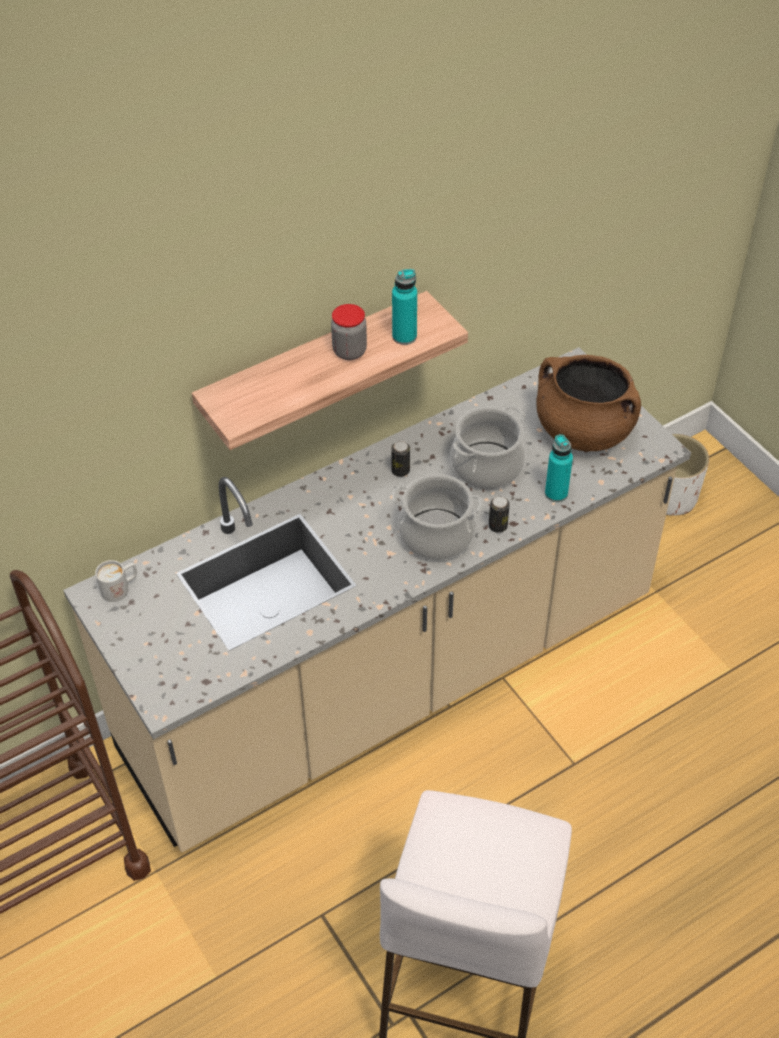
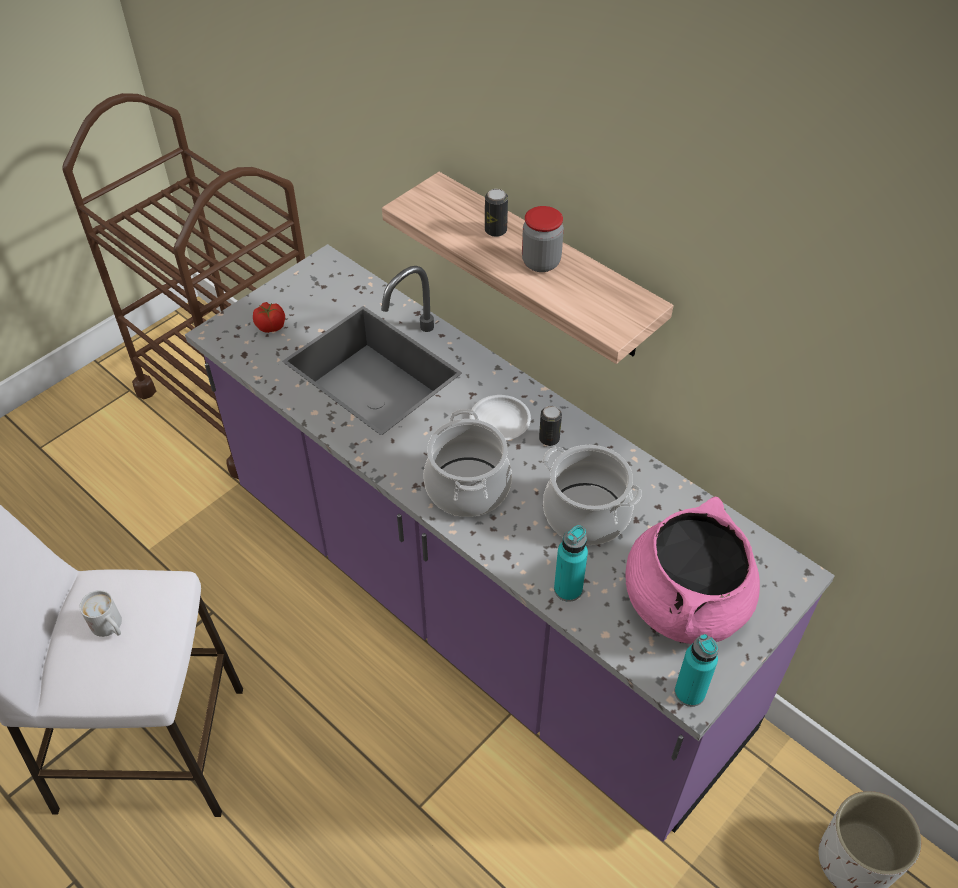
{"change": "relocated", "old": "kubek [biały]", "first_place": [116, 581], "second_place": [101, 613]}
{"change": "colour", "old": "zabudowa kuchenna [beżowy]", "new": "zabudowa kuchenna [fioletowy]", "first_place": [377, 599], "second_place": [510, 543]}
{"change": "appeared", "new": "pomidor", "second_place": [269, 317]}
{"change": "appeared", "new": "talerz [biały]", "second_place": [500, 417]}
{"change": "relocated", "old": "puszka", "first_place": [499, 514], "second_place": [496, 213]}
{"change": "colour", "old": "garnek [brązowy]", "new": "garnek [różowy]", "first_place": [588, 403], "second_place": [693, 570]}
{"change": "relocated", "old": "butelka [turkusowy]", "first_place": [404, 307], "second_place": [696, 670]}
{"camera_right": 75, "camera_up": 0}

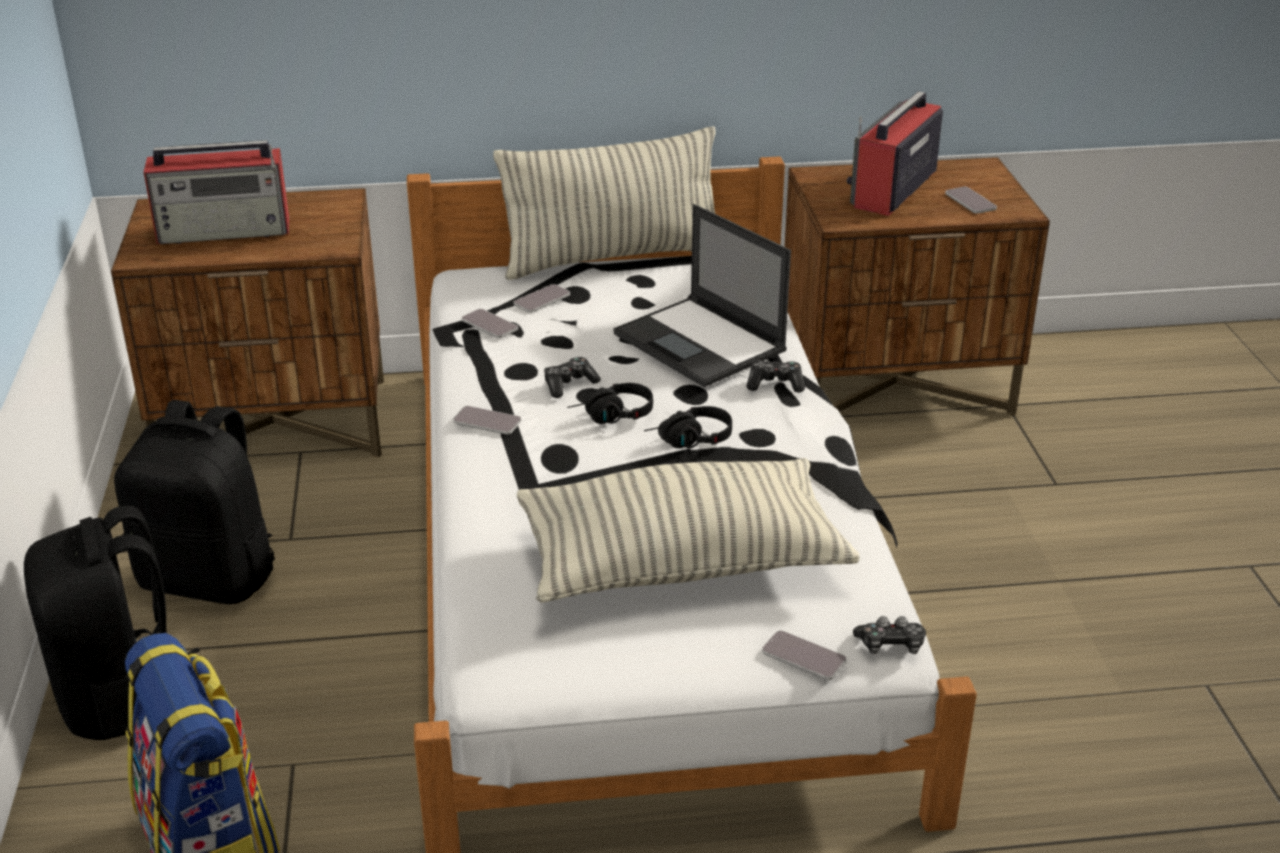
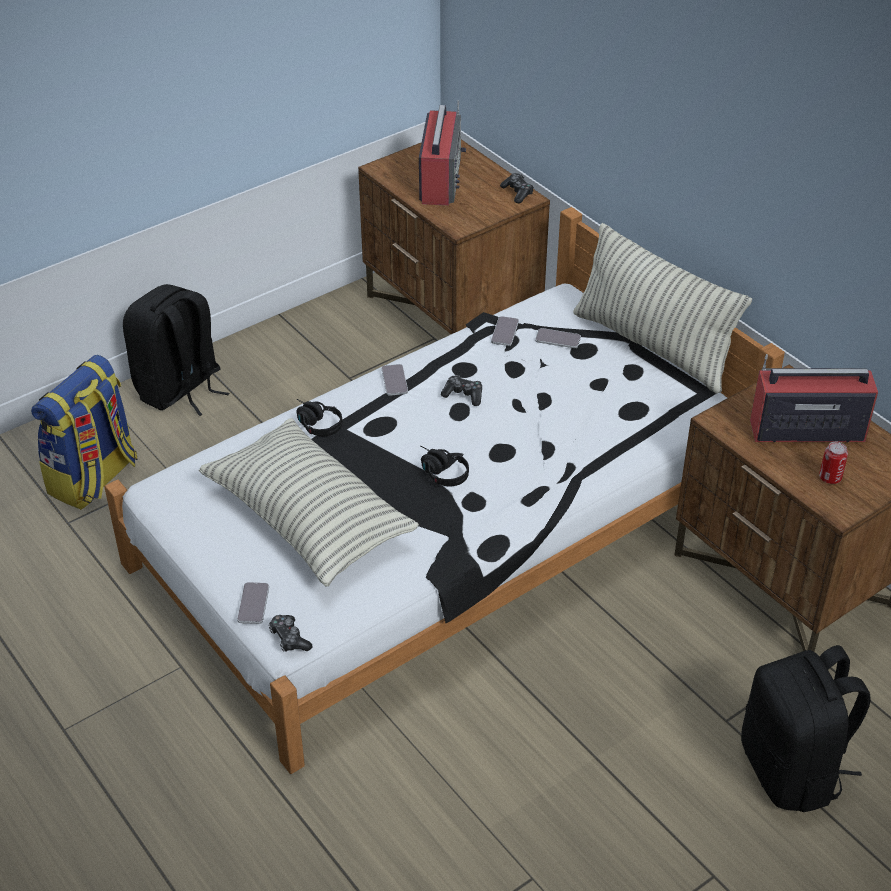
{"change": "relocated", "old": "słuchawki [czarny]", "first_place": [610, 403], "second_place": [319, 417]}
{"change": "spun", "old": "radio", "first_place": [216, 192], "second_place": [442, 153], "degrees": -135}
{"change": "relocated", "old": "pad do gier", "first_place": [776, 376], "second_place": [517, 188]}
{"change": "relocated", "old": "plecak [czarny]", "first_place": [194, 502], "second_place": [806, 728]}
{"change": "exchanged", "old": "telefon", "new": "puszka", "first_place": [971, 200], "second_place": [833, 463]}
{"change": "missing", "old": "laptop", "first_place": [702, 295]}
{"camera_right": 60, "camera_up": 10}

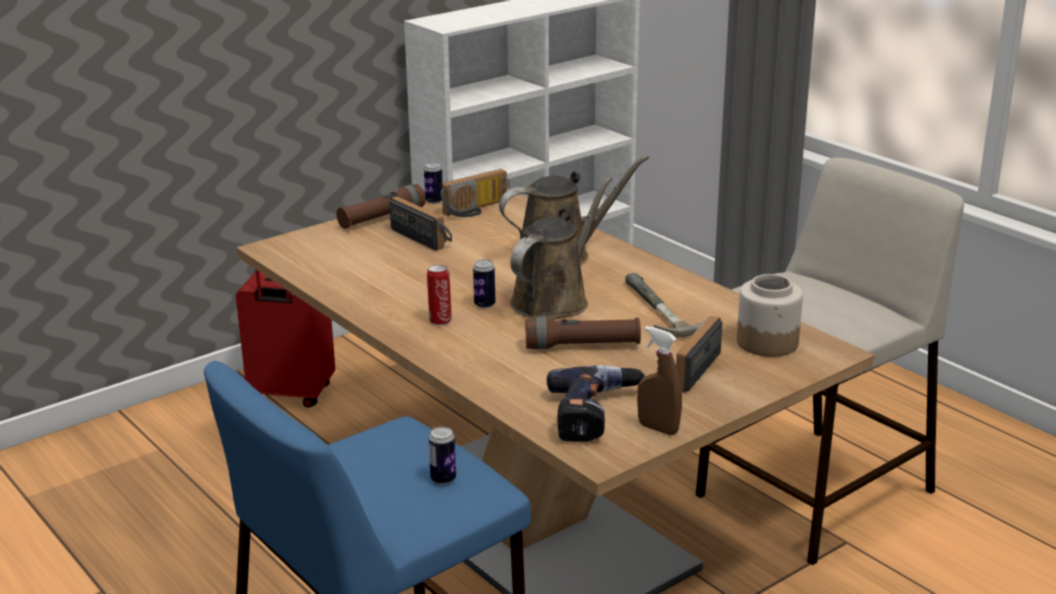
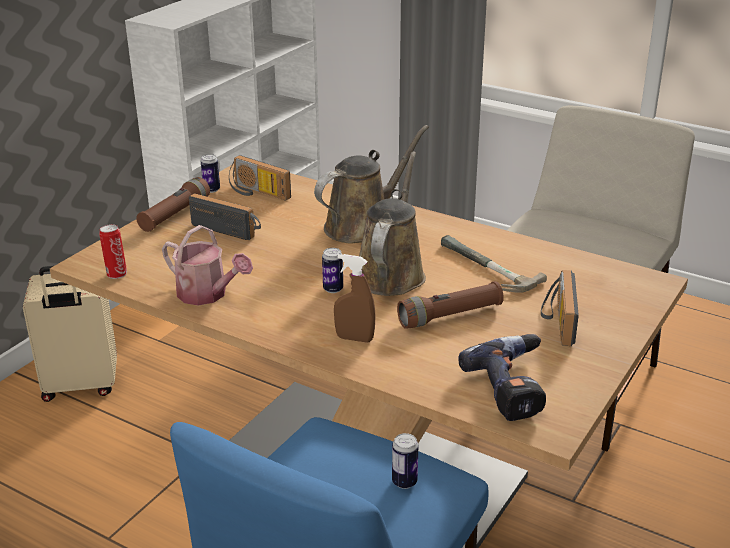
{"change": "colour", "old": "walizka [czerwony]", "new": "walizka [beżowy]", "first_place": [285, 338], "second_place": [70, 334]}
{"change": "relocated", "old": "puszka", "first_place": [439, 295], "second_place": [113, 251]}
{"change": "appeared", "new": "konewka", "second_place": [207, 265]}
{"change": "spun", "old": "radio", "first_place": [474, 193], "second_place": [260, 178], "degrees": 90}
{"change": "relocated", "old": "spryskiwacz [brązowy]", "first_place": [659, 380], "second_place": [355, 298]}
{"change": "missing", "old": "słoik", "first_place": [770, 315]}
{"camera_right": -20, "camera_up": 5}

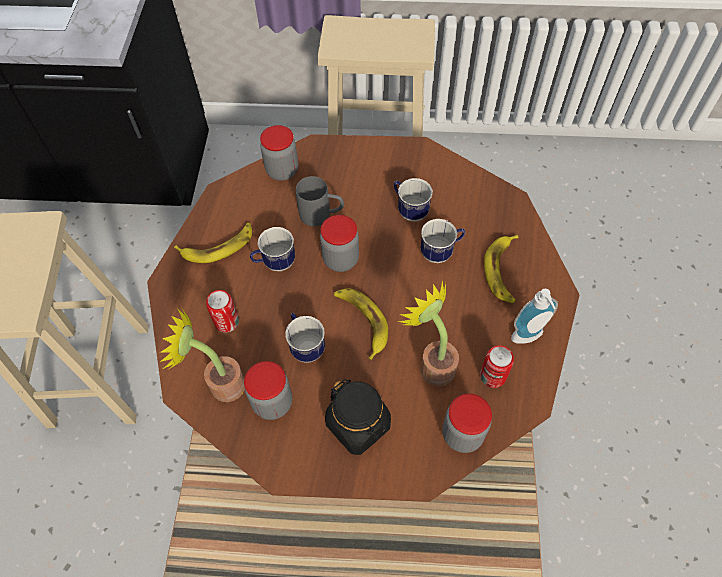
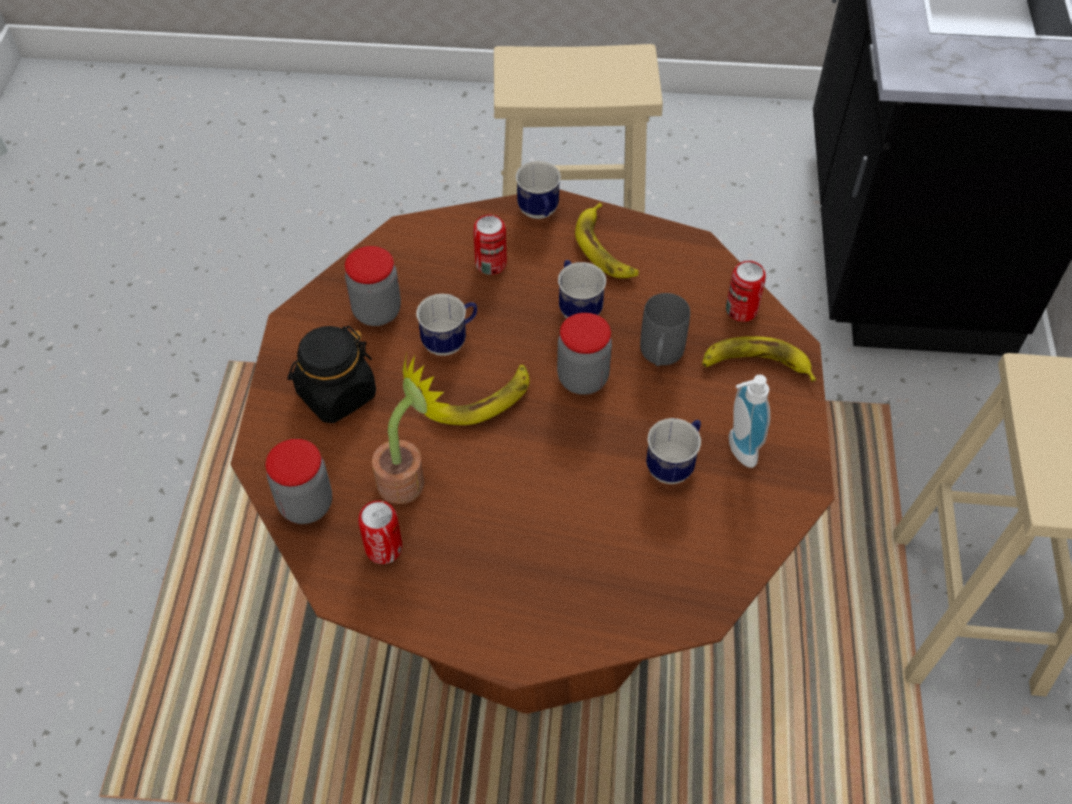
{"change": "relocated", "old": "kubek", "first_place": [443, 241], "second_place": [538, 190]}
{"change": "relocated", "old": "banan", "first_place": [501, 269], "second_place": [759, 359]}
{"change": "exchanged", "old": "słoik", "new": "puszka", "first_place": [279, 153], "second_place": [746, 291]}
{"change": "relocated", "old": "dozownik mydła", "first_place": [534, 316], "second_place": [749, 421]}
{"change": "missing", "old": "roślina doniczkowa", "first_place": [202, 355]}
{"camera_right": 90, "camera_up": -5}

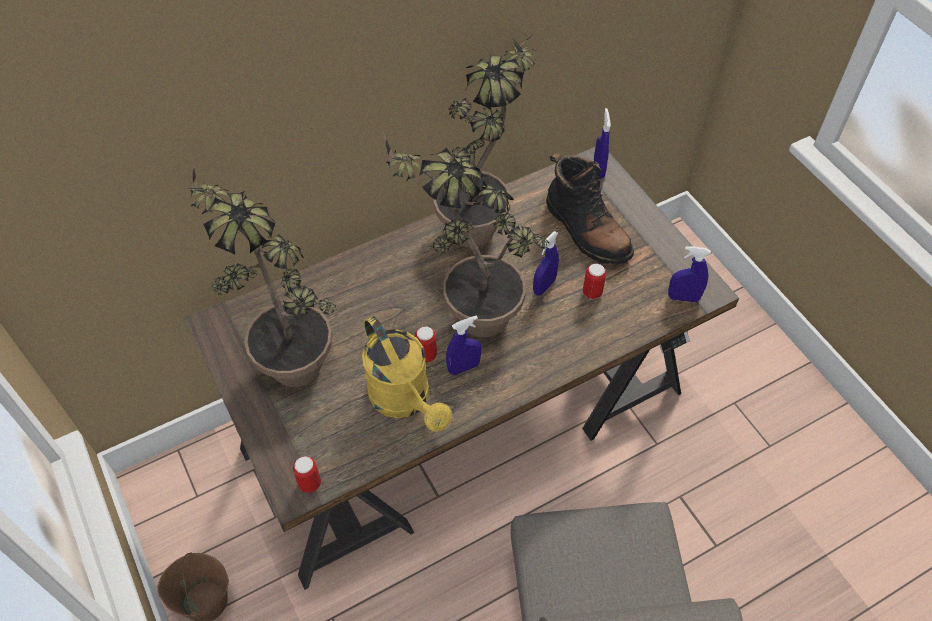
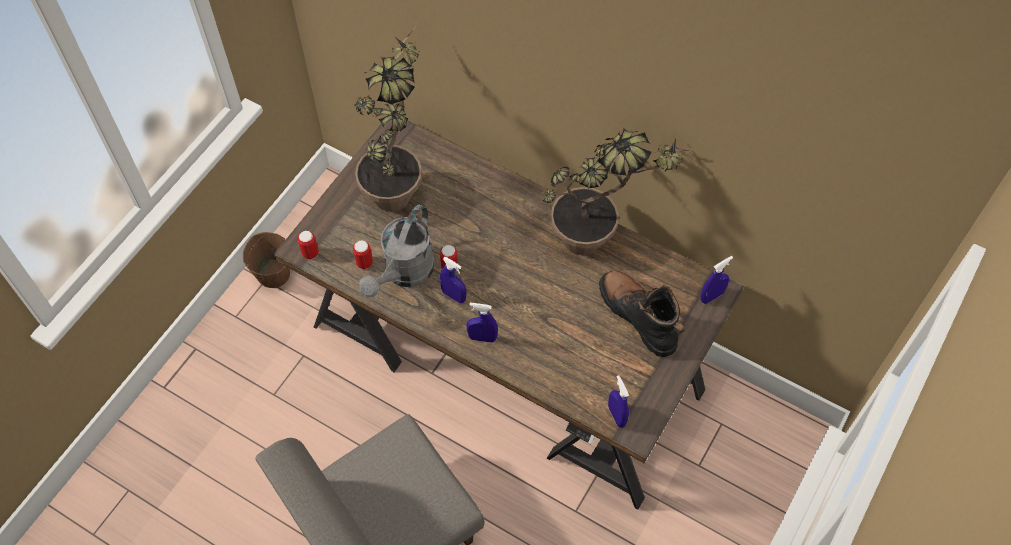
{"change": "relocated", "old": "puszka", "first_place": [594, 281], "second_place": [363, 255]}
{"change": "colour", "old": "konewka [żółty]", "new": "konewka [szary]", "first_place": [407, 374], "second_place": [397, 251]}
{"change": "relocated", "old": "spryskiwacz [niebieski]", "first_place": [546, 263], "second_place": [482, 323]}
{"change": "spun", "old": "but z cholewką [czarny]", "first_place": [590, 208], "second_place": [642, 314], "degrees": 120}
{"change": "missing", "old": "roślina doniczkowa", "first_place": [466, 235]}
{"camera_right": 60, "camera_up": 5}

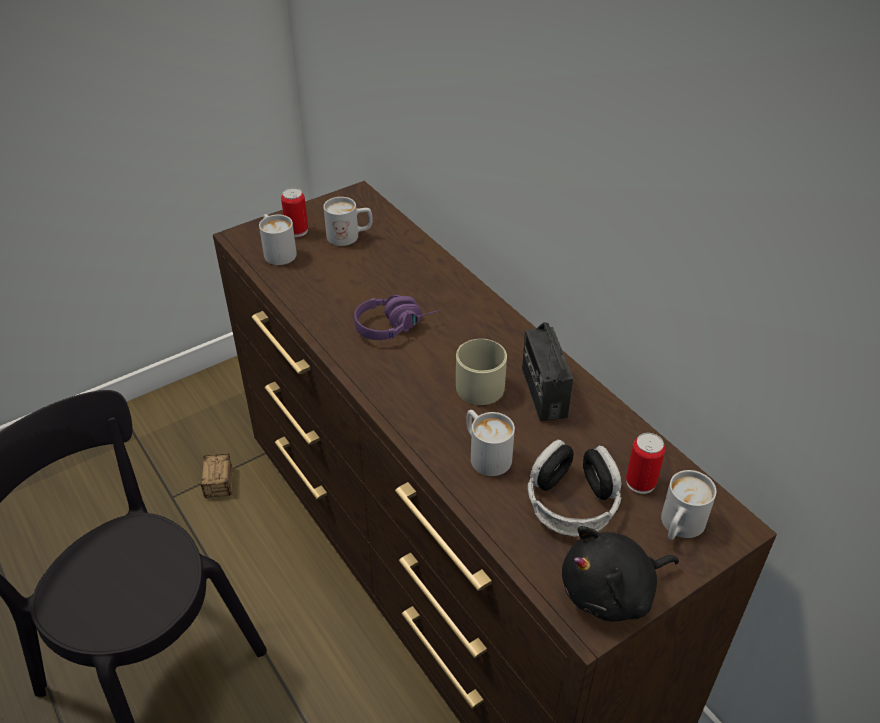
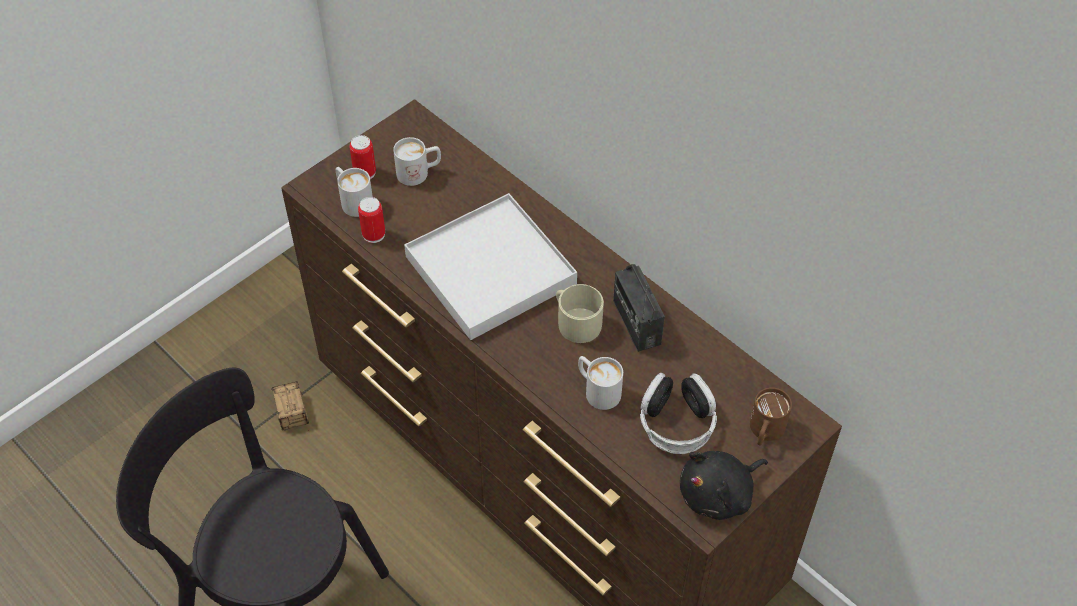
{"change": "relocated", "old": "puszka", "first_place": [645, 463], "second_place": [371, 220]}
{"change": "exchanged", "old": "słuchawki [fioletowy]", "new": "taca [biały]", "first_place": [396, 317], "second_place": [490, 266]}
{"change": "colour", "old": "kubek [biały]", "new": "kubek [brązowy]", "first_place": [688, 505], "second_place": [771, 416]}
{"camera_right": -10, "camera_up": 10}

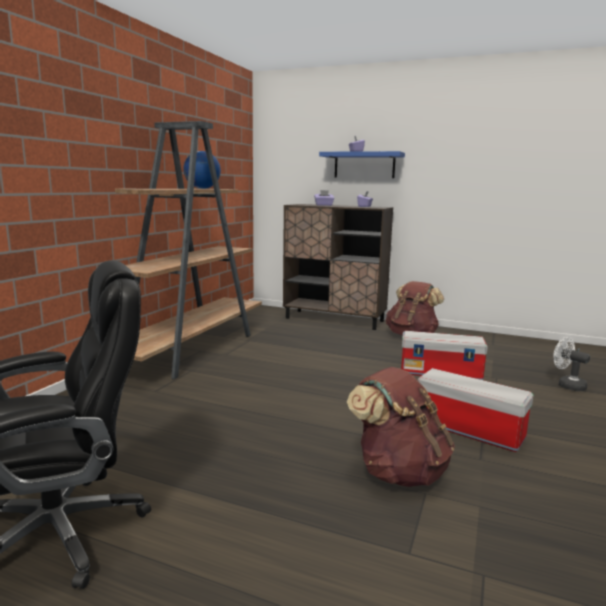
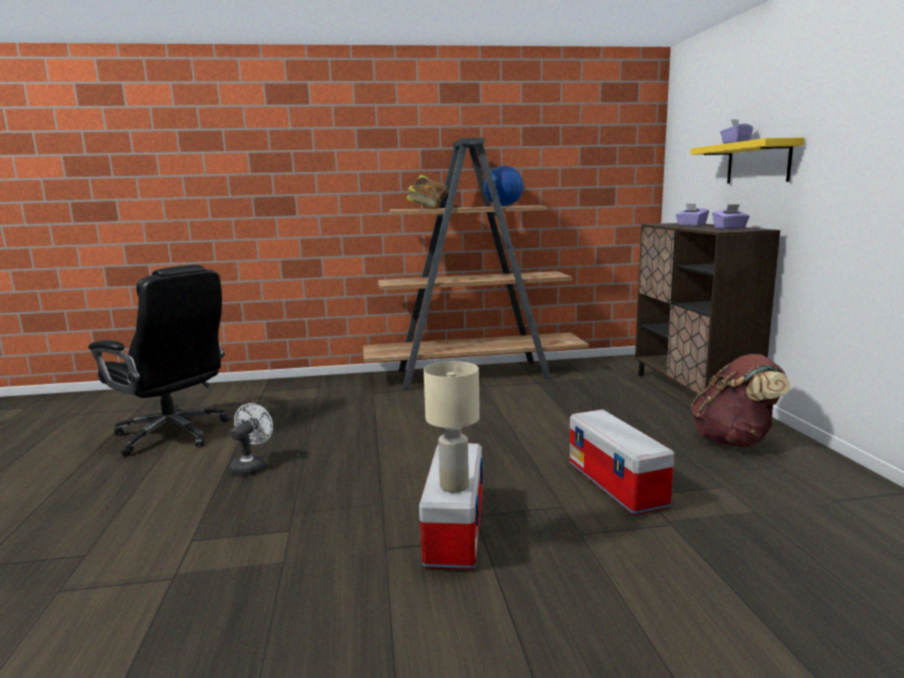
{"change": "relocated", "old": "wentylator [biały]", "first_place": [571, 364], "second_place": [251, 439]}
{"change": "appeared", "new": "książka", "second_place": [427, 192]}
{"change": "appeared", "new": "lampa stołowa [beżowy]", "second_place": [452, 426]}
{"change": "colour", "old": "półka [niebieski]", "new": "półka [żółty]", "first_place": [362, 164], "second_place": [747, 160]}
{"change": "missing", "old": "plecak [brązowy]", "first_place": [401, 427]}
{"camera_right": 60, "camera_up": 0}

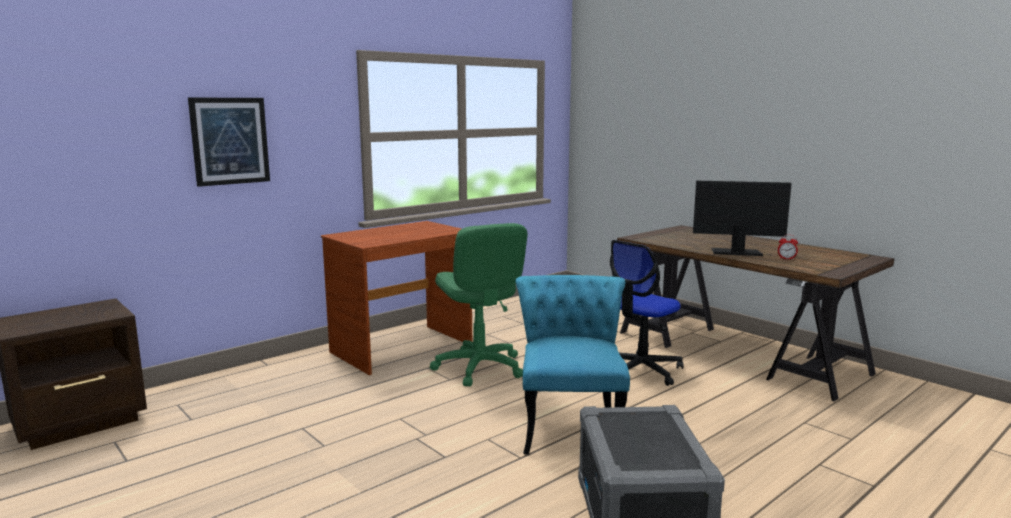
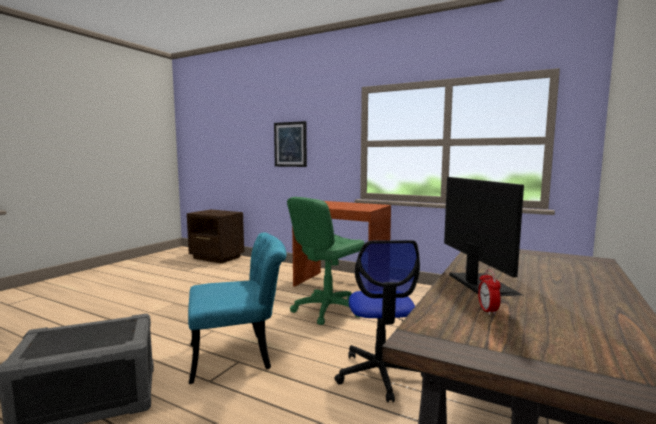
{"change": "spun", "old": "krzesło biurowe", "first_place": [647, 313], "second_place": [378, 321], "degrees": -120}
{"camera_right": 70, "camera_up": -5}

